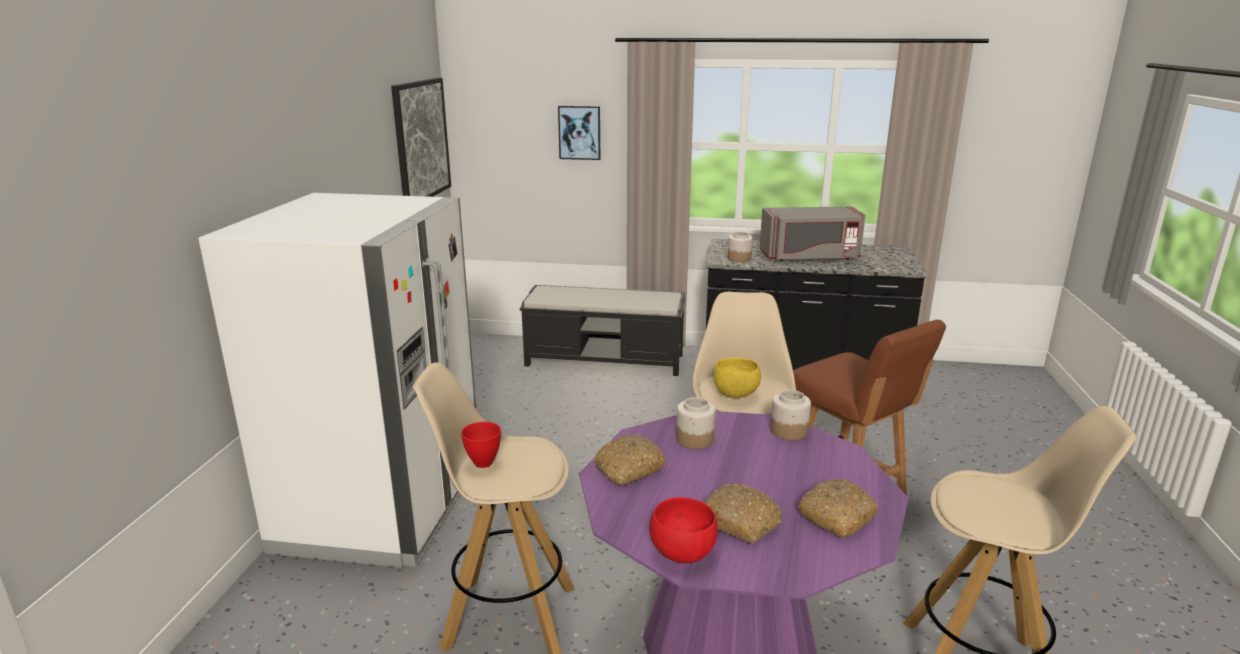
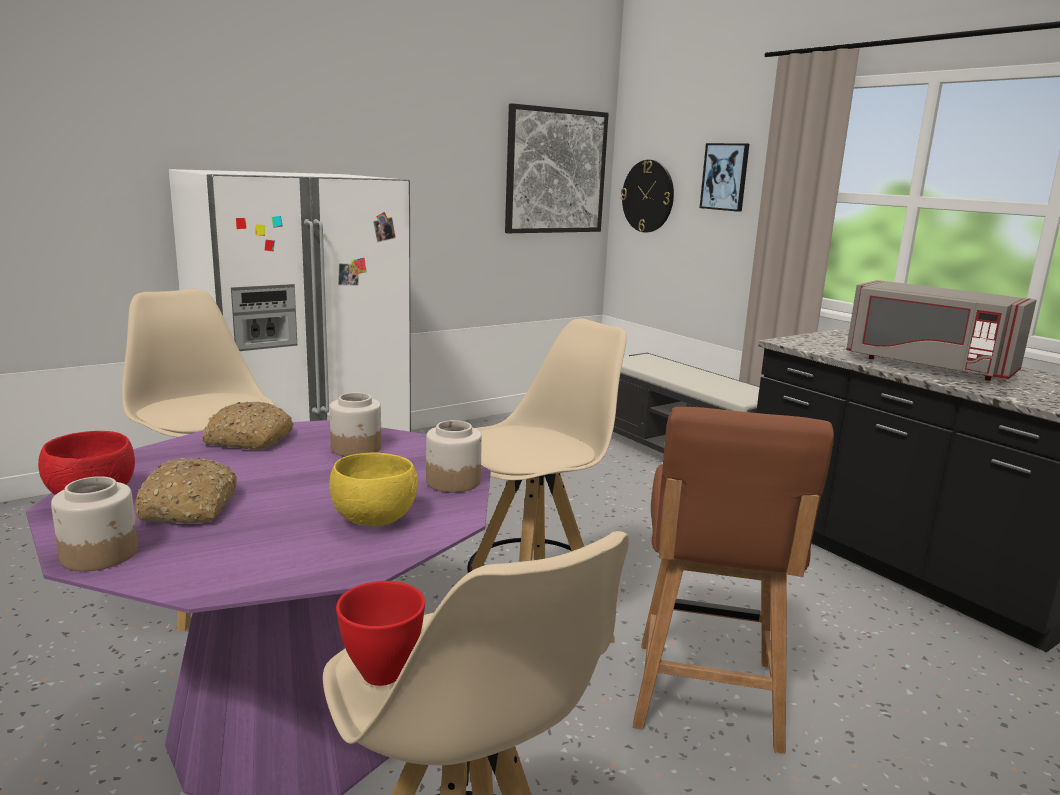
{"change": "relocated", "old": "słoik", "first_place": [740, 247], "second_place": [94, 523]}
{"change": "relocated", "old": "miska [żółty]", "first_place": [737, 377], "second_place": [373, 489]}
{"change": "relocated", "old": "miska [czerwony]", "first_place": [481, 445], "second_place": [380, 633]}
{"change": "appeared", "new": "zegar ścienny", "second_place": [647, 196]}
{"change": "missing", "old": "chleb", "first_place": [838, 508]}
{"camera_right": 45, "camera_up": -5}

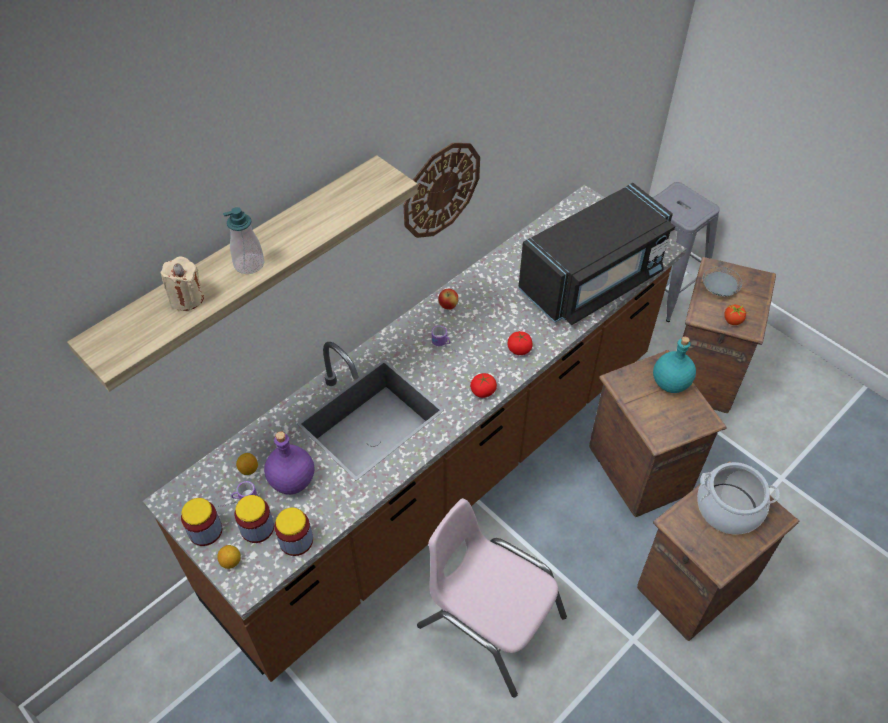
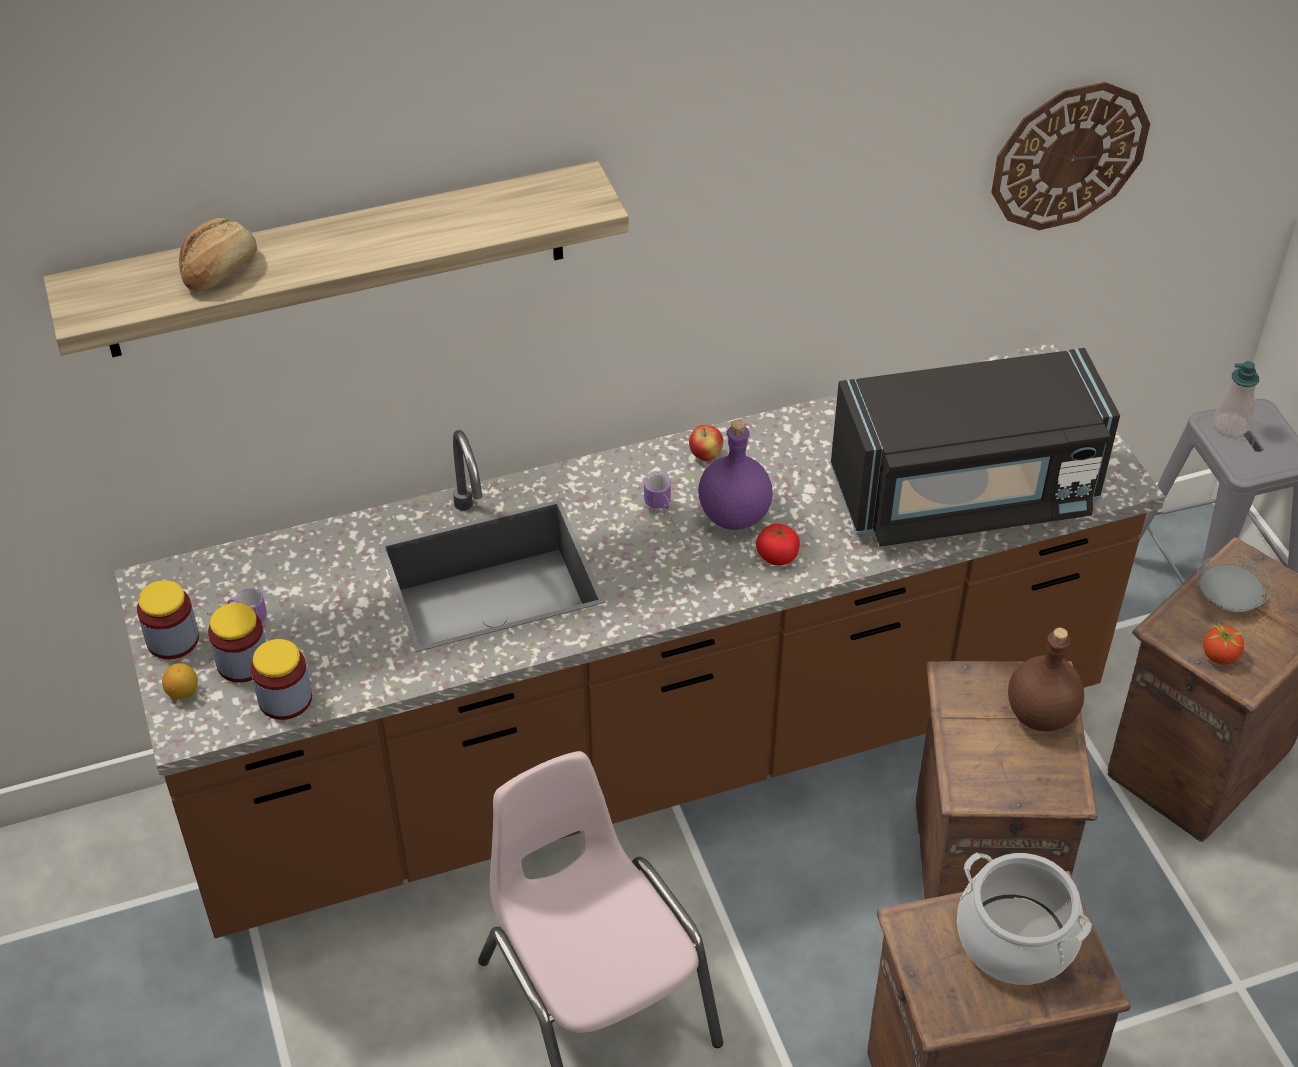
{"change": "exchanged", "old": "świeca [beżowy]", "new": "chleb", "first_place": [182, 283], "second_place": [218, 255]}
{"change": "relocated", "old": "butelka [fioletowy]", "first_place": [289, 463], "second_place": [735, 475]}
{"change": "relocated", "old": "zegar ścienny", "first_place": [441, 190], "second_place": [1070, 156]}
{"change": "colour", "old": "butelka [turkusowy]", "new": "butelka [brązowy]", "first_place": [674, 364], "second_place": [1046, 679]}
{"change": "relocated", "old": "dozownik mydła", "first_place": [244, 240], "second_place": [1236, 399]}
{"change": "missing", "old": "cytryna", "first_place": [247, 464]}
{"change": "missing", "old": "pomidor", "first_place": [483, 385]}
{"camera_right": 25, "camera_up": -5}

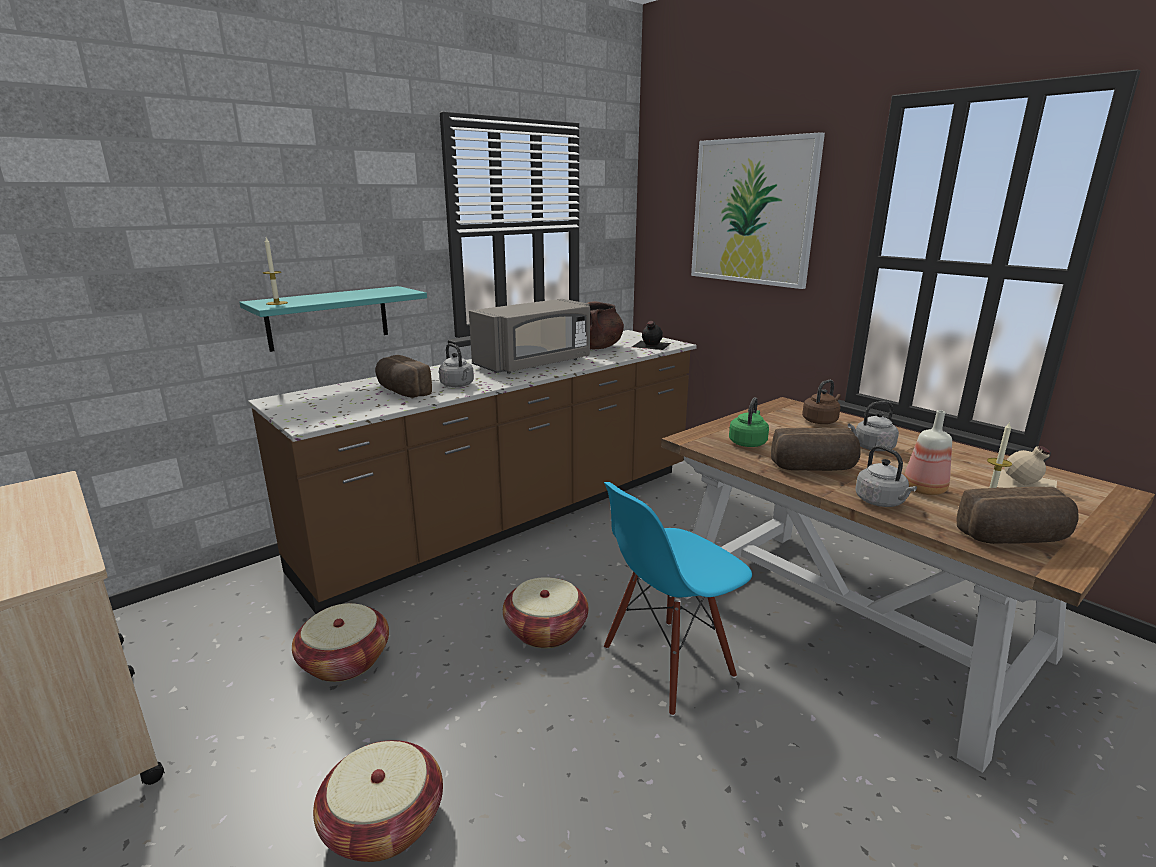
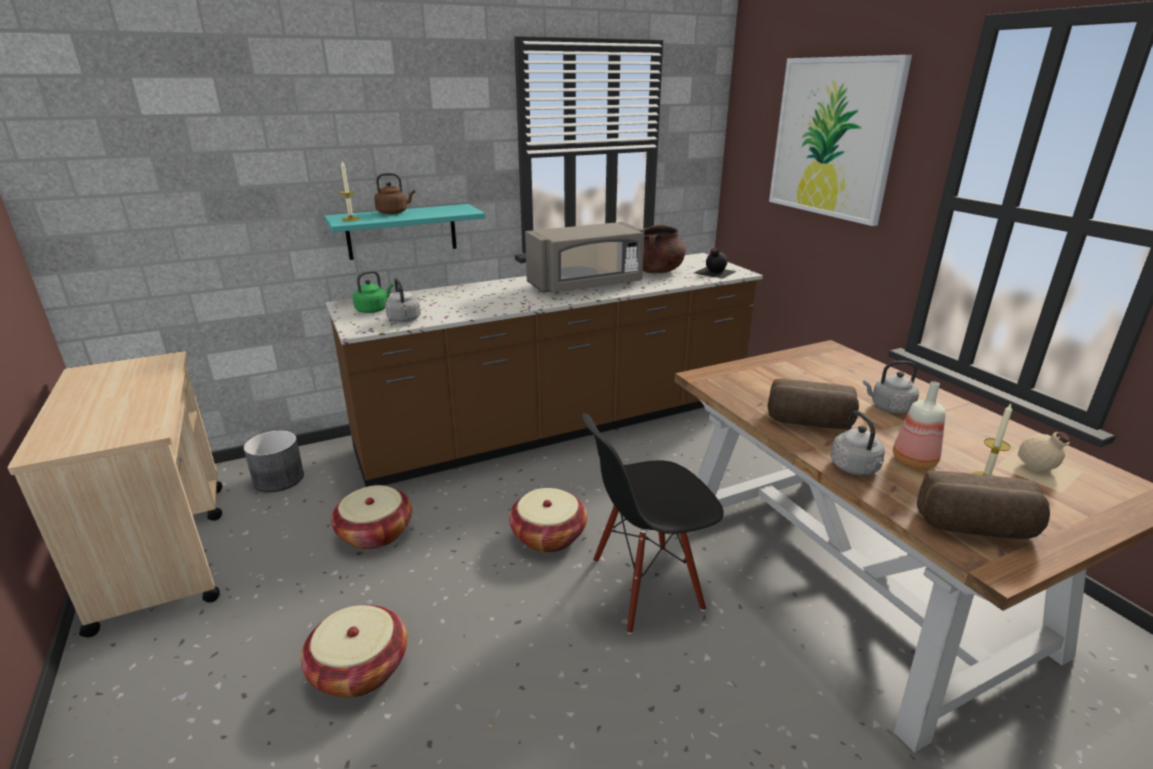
{"change": "appeared", "new": "donica [szary]", "second_place": [274, 461]}
{"change": "relocated", "old": "czajnik [zielony]", "first_place": [749, 422], "second_place": [373, 292]}
{"change": "relocated", "old": "czajnik [brązowy]", "first_place": [821, 402], "second_place": [394, 193]}
{"change": "relocated", "old": "czajnik [szary]", "first_place": [456, 365], "second_place": [403, 300]}
{"change": "colour", "old": "krzesło [niebieski]", "new": "krzesło [czarny]", "first_place": [678, 599], "second_place": [652, 523]}
{"change": "missing", "old": "chleb", "first_place": [403, 376]}
{"camera_right": 15, "camera_up": 5}

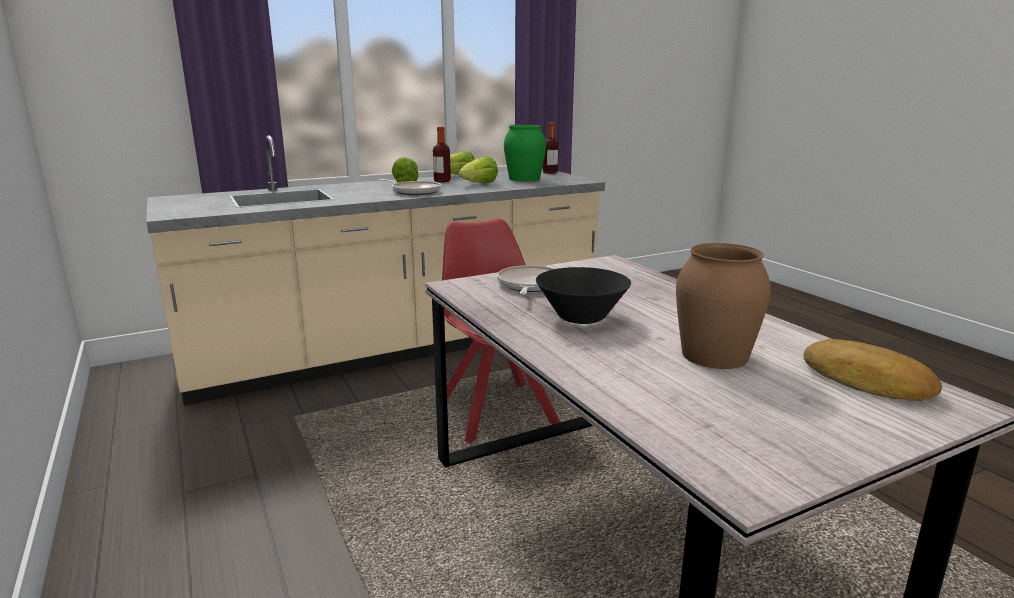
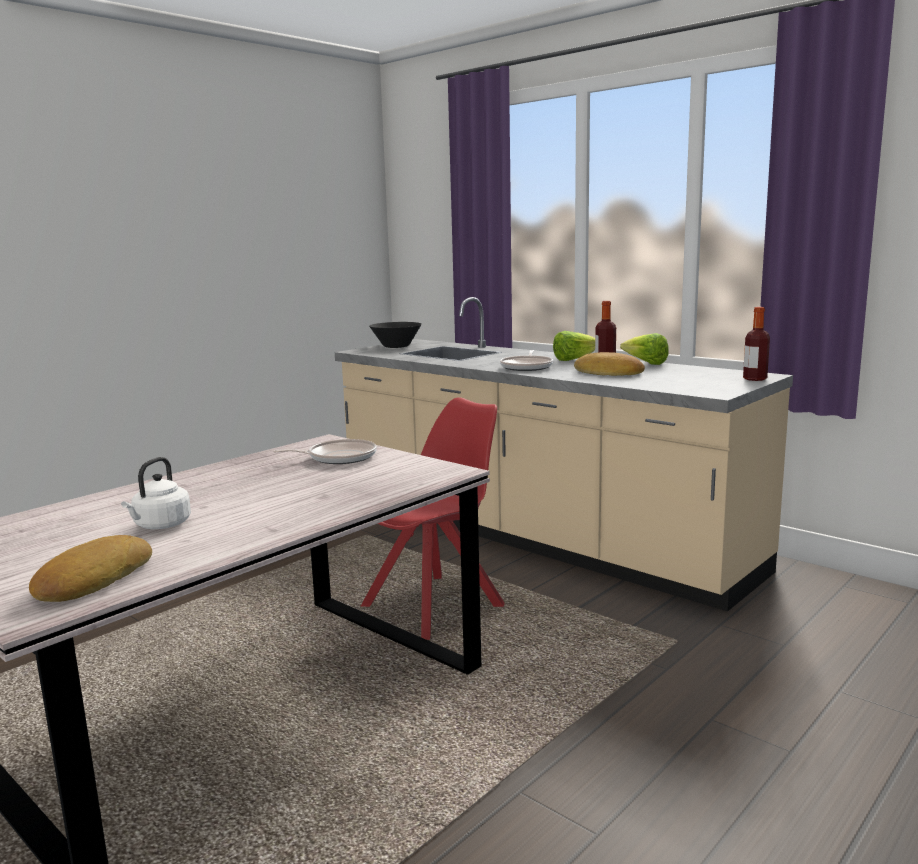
{"change": "exchanged", "old": "wazon [brązowy]", "new": "czajnik [biały]", "first_place": [723, 306], "second_place": [156, 493]}
{"change": "relocated", "old": "miska [czarny]", "first_place": [583, 295], "second_place": [395, 335]}
{"change": "exchanged", "old": "sałata", "new": "chleb", "first_place": [478, 169], "second_place": [609, 364]}
{"change": "missing", "old": "wazon [zielony]", "first_place": [525, 153]}
{"camera_right": 70, "camera_up": -5}

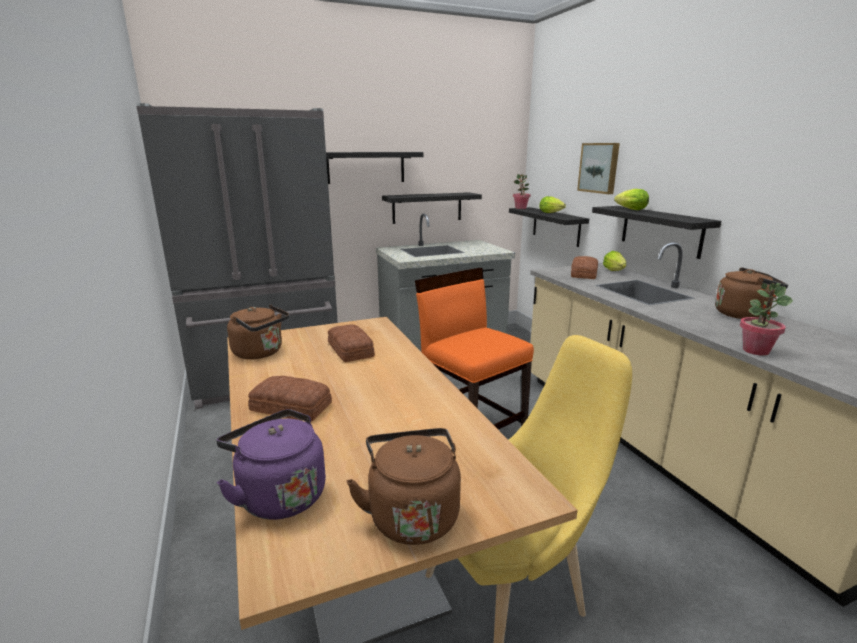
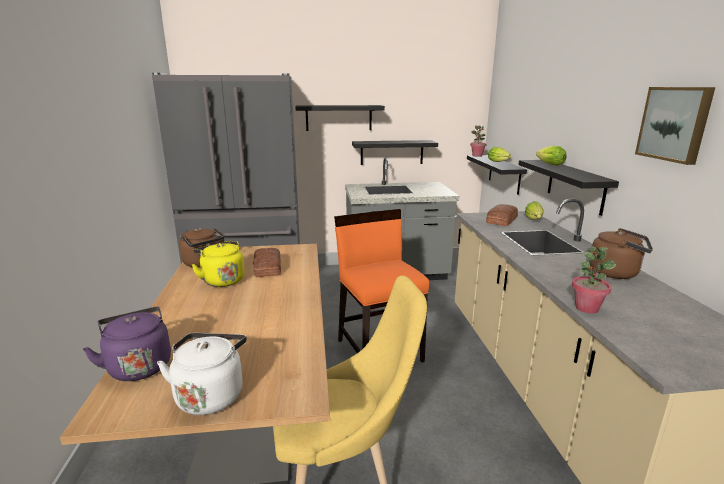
{"change": "colour", "old": "czajnik [brązowy]", "new": "czajnik [biały]", "first_place": [404, 486], "second_place": [202, 374]}
{"change": "appeared", "new": "czajnik [żółty]", "second_place": [218, 264]}
{"change": "relocated", "old": "obraz", "first_place": [598, 168], "second_place": [675, 126]}
{"change": "missing", "old": "chleb", "first_place": [290, 398]}
{"camera_right": 15, "camera_up": 0}

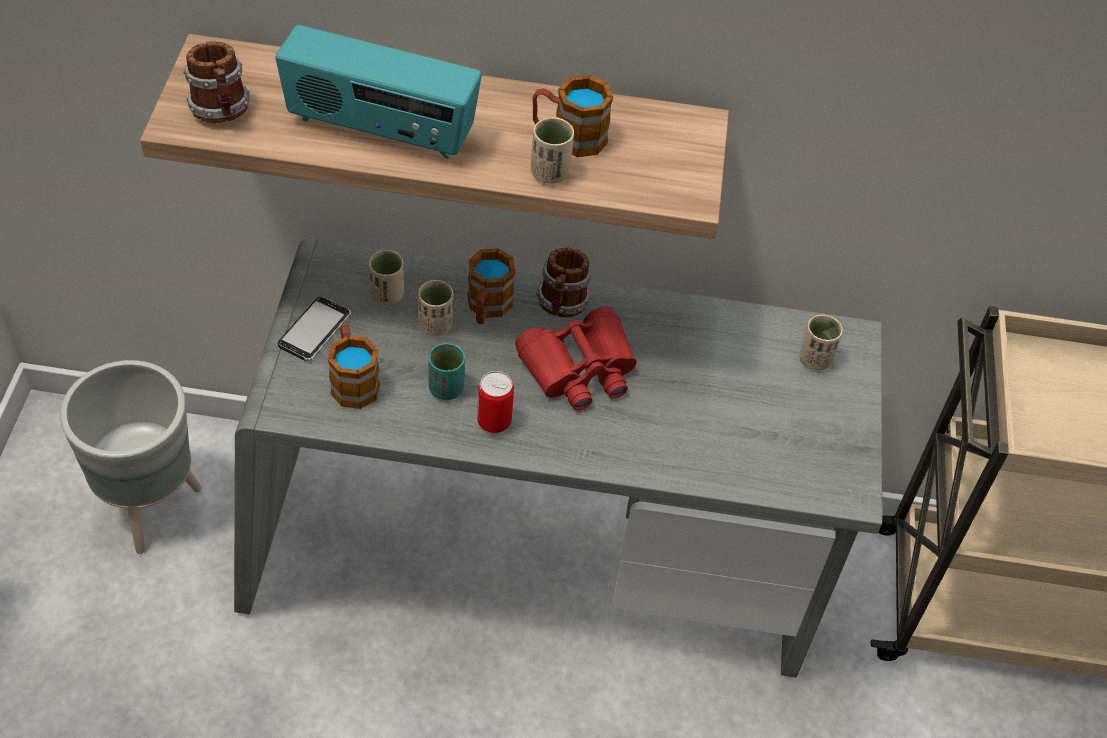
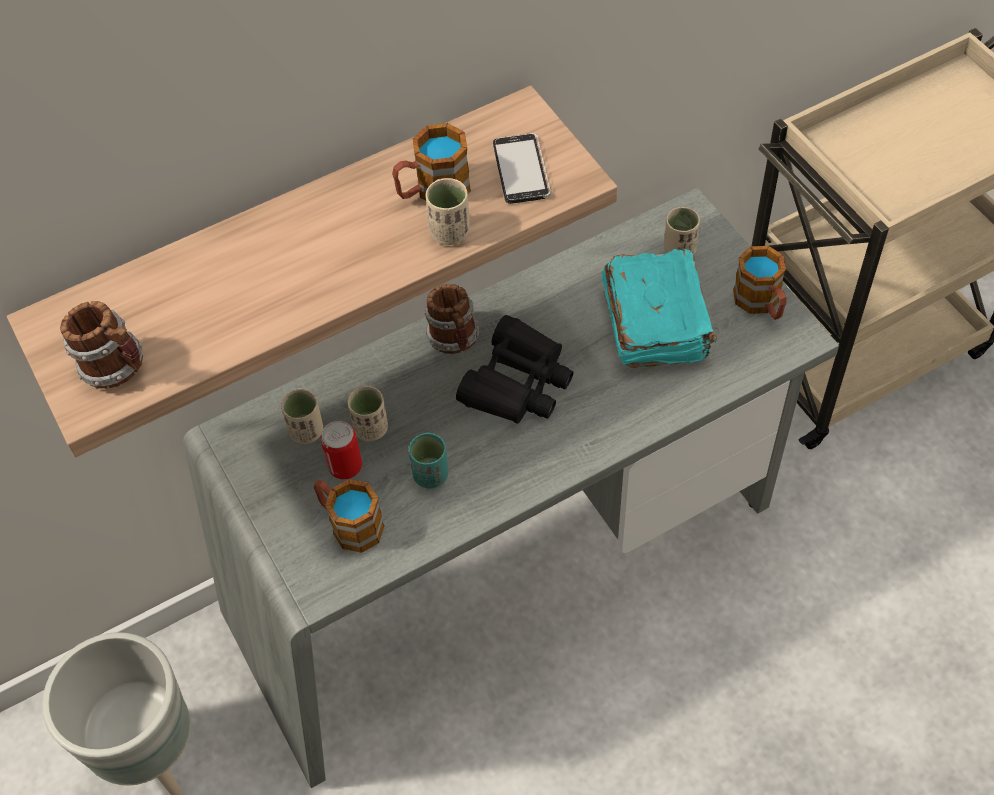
{"change": "relocated", "old": "puszka", "first_place": [495, 402], "second_place": [341, 450]}
{"change": "colour", "old": "lornetka [czerwony]", "new": "lornetka [czarny]", "first_place": [576, 358], "second_place": [514, 369]}
{"change": "relocated", "old": "telefon", "first_place": [314, 329], "second_place": [522, 168]}
{"change": "appeared", "new": "książka [turkusowy]", "second_place": [659, 308]}
{"change": "relocated", "old": "kubek", "first_place": [491, 286], "second_place": [759, 283]}
{"change": "missing", "old": "radio", "first_place": [378, 92]}
{"camera_right": -30, "camera_up": 5}

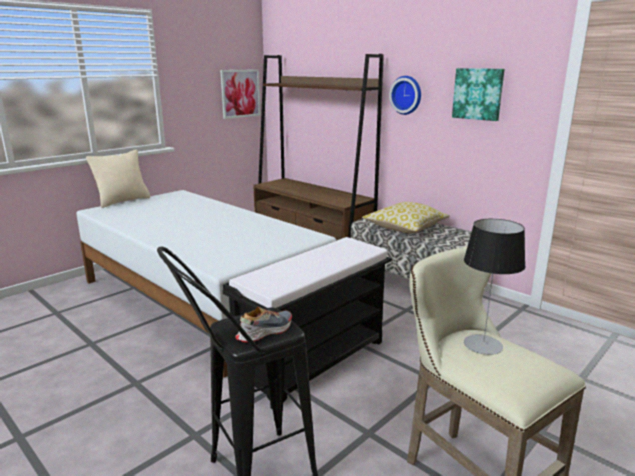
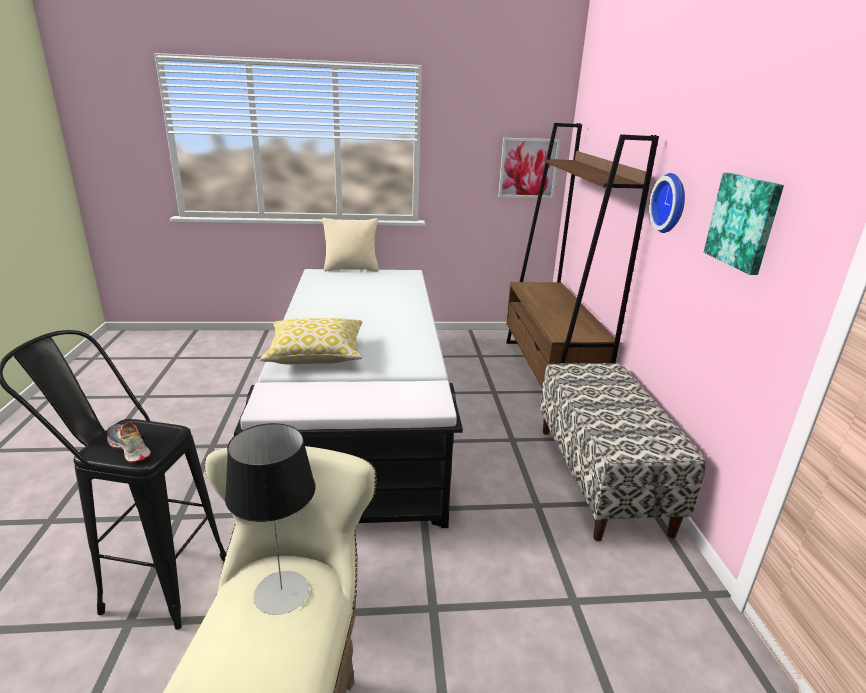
{"change": "spun", "old": "but", "first_place": [263, 325], "second_place": [129, 442], "degrees": -135}
{"change": "relocated", "old": "poduszka", "first_place": [406, 218], "second_place": [311, 341]}
{"camera_right": 40, "camera_up": 5}

